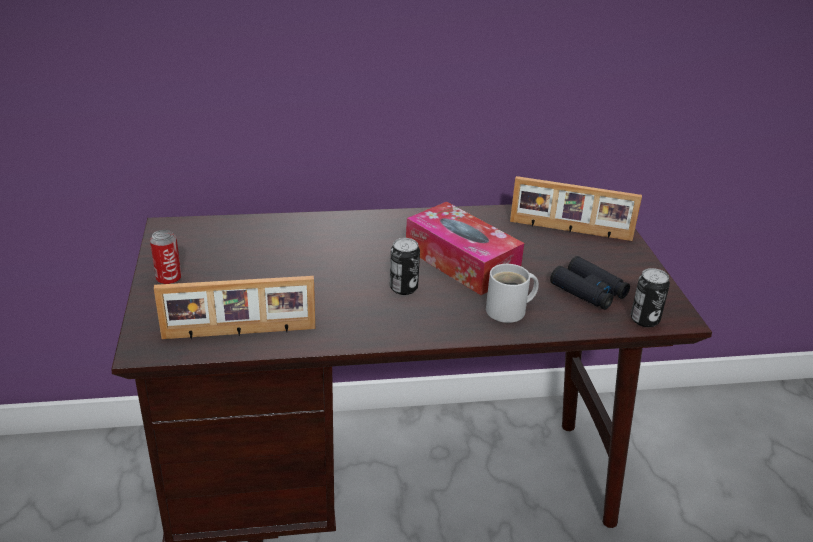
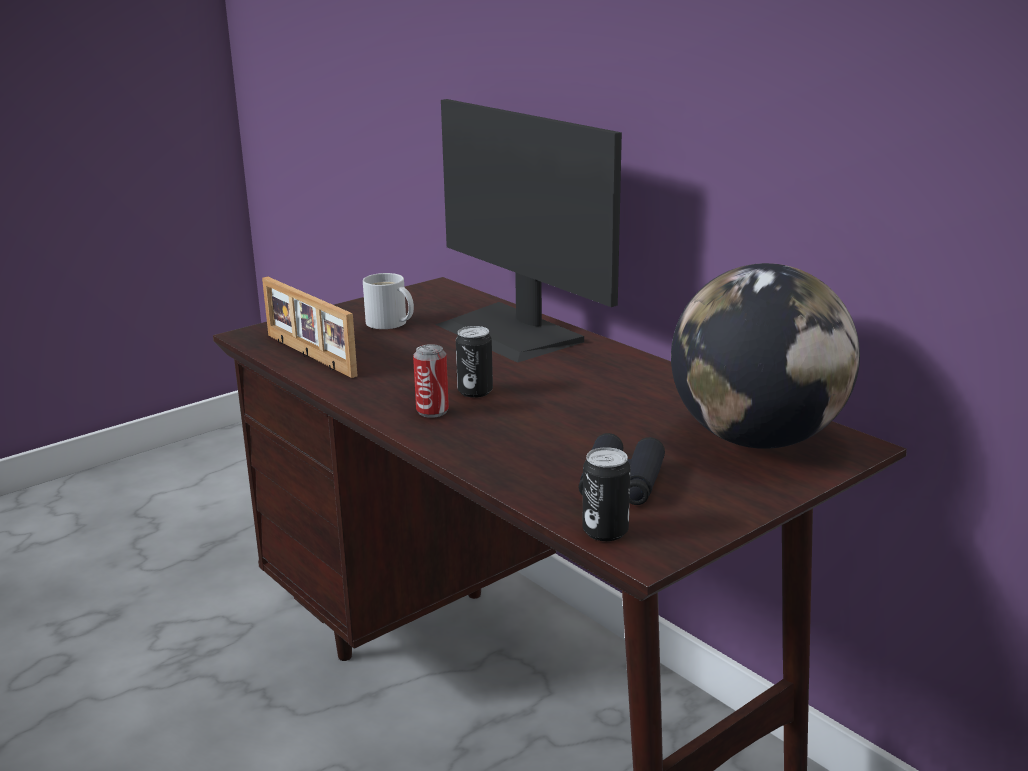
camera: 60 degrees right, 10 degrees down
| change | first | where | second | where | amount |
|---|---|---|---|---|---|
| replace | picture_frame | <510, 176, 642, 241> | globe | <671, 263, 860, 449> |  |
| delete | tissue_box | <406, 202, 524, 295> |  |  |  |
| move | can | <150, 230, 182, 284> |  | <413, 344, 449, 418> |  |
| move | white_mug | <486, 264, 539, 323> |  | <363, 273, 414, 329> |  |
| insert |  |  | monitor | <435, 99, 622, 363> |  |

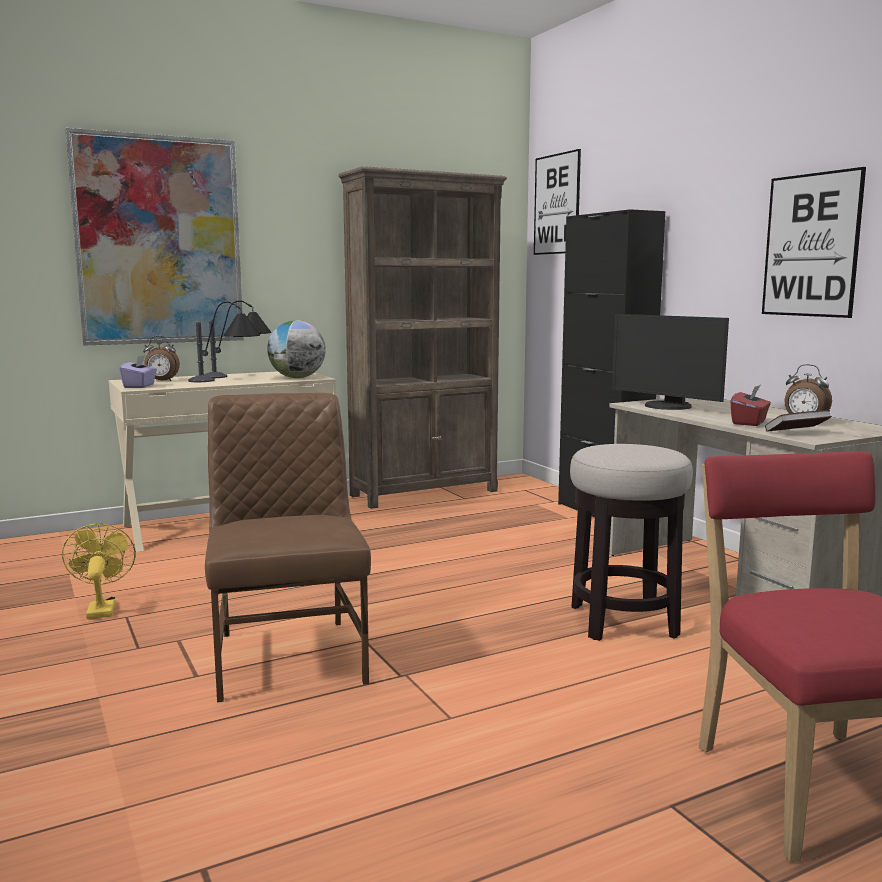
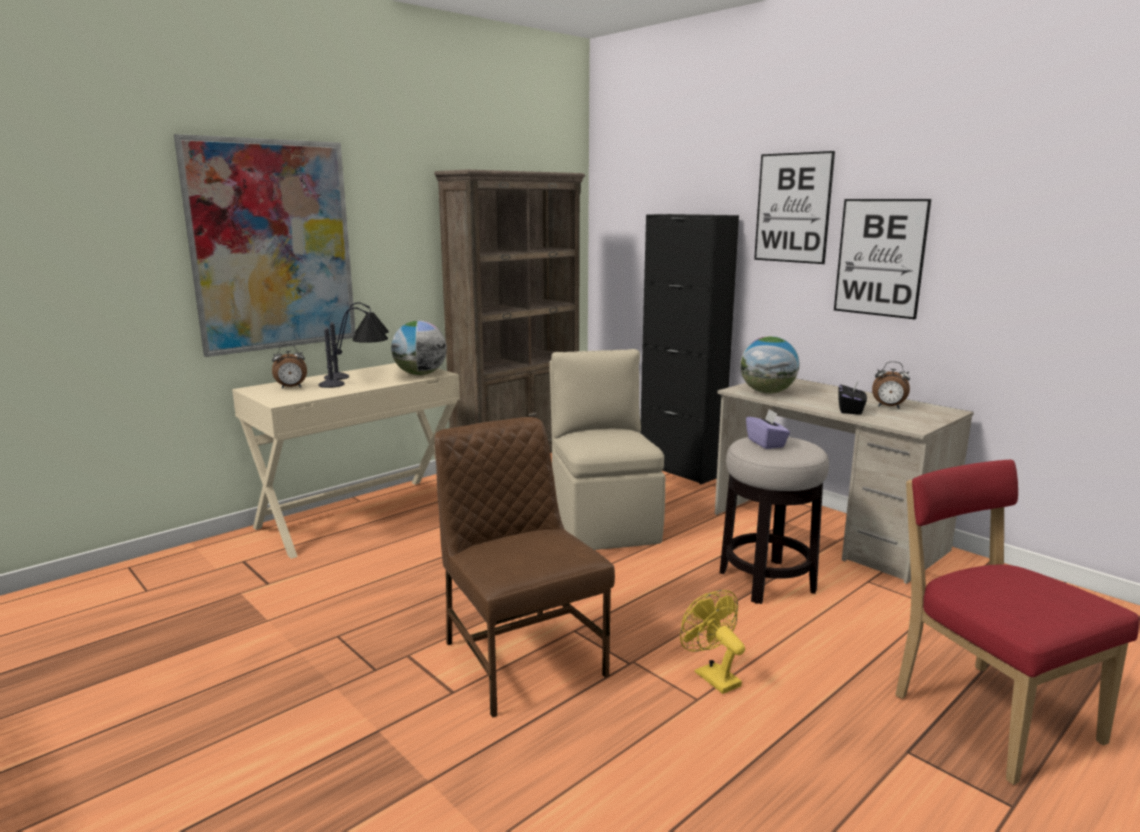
camera: 15 degrees left, 5 degrees up
| change | first | where | second | where | amount |
|---|---|---|---|---|---|
| move | picture | <534, 149, 581, 255> |  | <754, 151, 835, 264> |  |
| replace | monitor | <612, 314, 729, 410> | globe | <740, 336, 799, 394> |  |
| move | purple_tissue_box | <119, 355, 157, 388> |  | <746, 409, 790, 449> |  |
| recolor | red_tissue_box | <730, 385, 771, 426> | black_tissue_box | <838, 381, 867, 415> |  |
| delete | book | <765, 410, 832, 432> |  |  |  |
| move | yellow_fan | <62, 524, 136, 619> |  | <680, 590, 745, 694> |  |
| insert |  |  | beige_chair | <549, 349, 665, 550> |  |

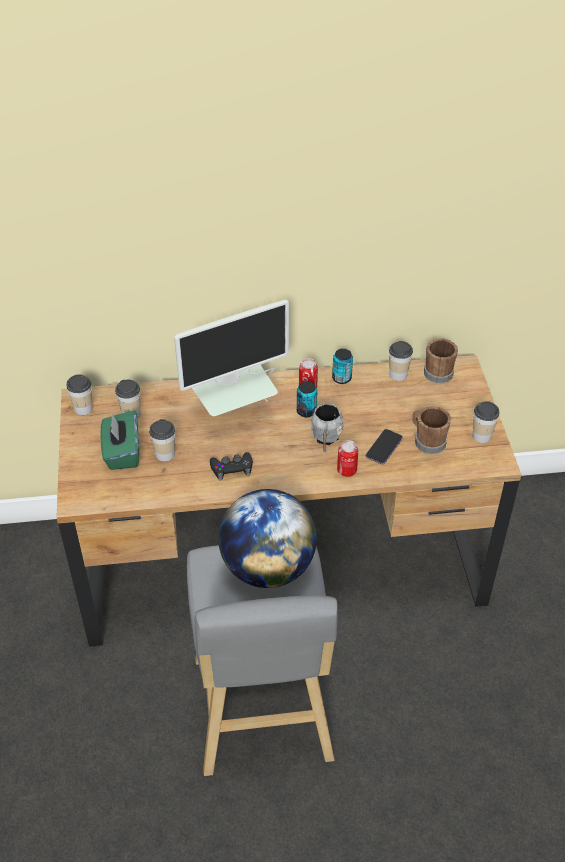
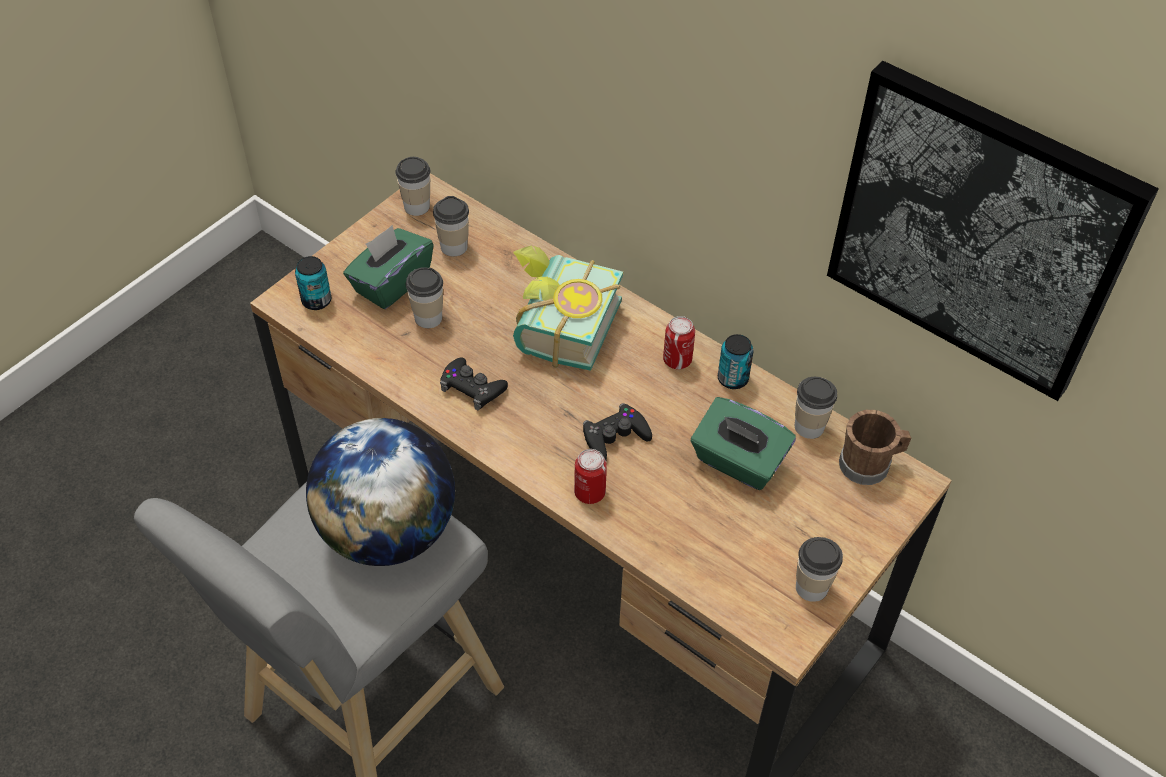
camera: 45 degrees right, 5 degrees up
| change | first | where | second | where | amount |
|---|---|---|---|---|---|
| replace | monitor | <174, 300, 289, 416> | book | <513, 245, 623, 371> |  |
| move | can | <297, 381, 317, 417> |  | <295, 256, 332, 310> |  |
| replace | grey_mug | <312, 404, 343, 452> | black_game_controller | <583, 403, 652, 460> |  |
| delete | brown_mug | <412, 406, 451, 454> |  |  |  |
| delete | phone | <366, 429, 403, 464> |  |  |  |
| insert |  |  | picture | <827, 61, 1159, 401> |  |
| insert |  |  | green_tissue_box | <691, 397, 796, 490> |  |

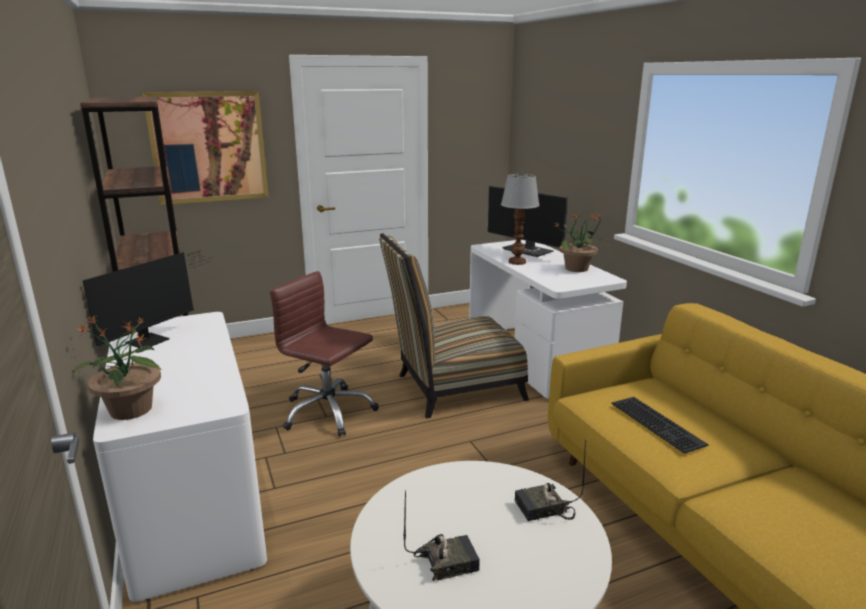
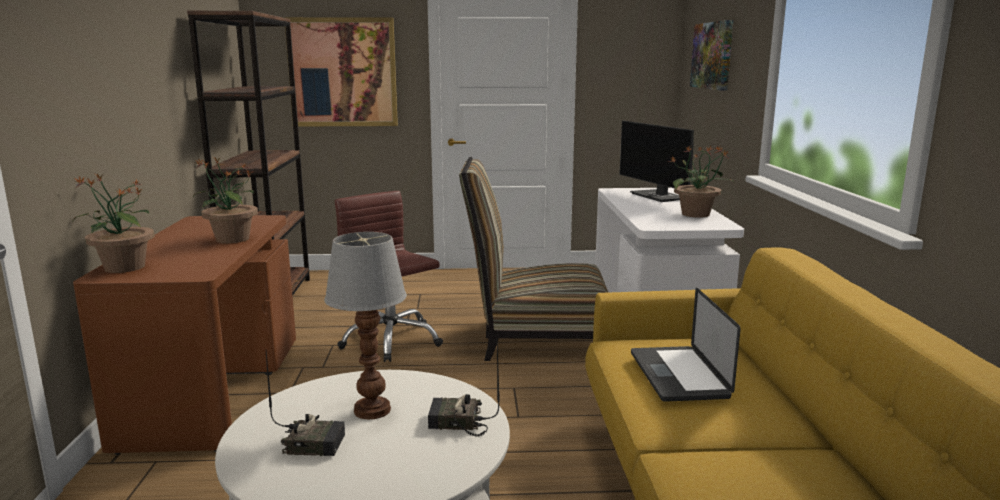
camera: 20 degrees right, 5 degrees down
| change | first | where | second | where | amount |
|---|---|---|---|---|---|
| move | table_lamp | <501, 174, 540, 265> |  | <324, 232, 407, 420> |  |
| delete | monitor | <83, 252, 213, 348> |  |  |  |
| recolor | white_desk | <93, 312, 267, 602> | brown_desk | <73, 215, 296, 455> |  |
| replace | keyboard | <611, 397, 709, 453> | laptop | <631, 288, 740, 402> |  |
| insert |  |  | picture | <690, 20, 733, 91> |  |
| insert |  |  | potted_plant | <193, 158, 258, 243> |  |

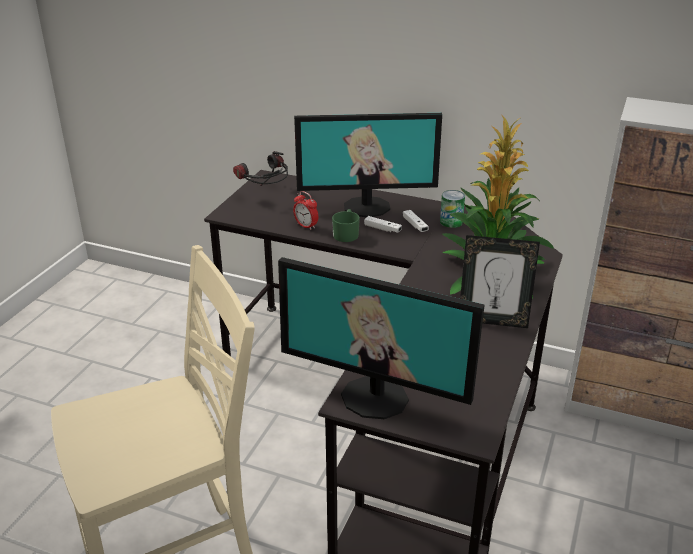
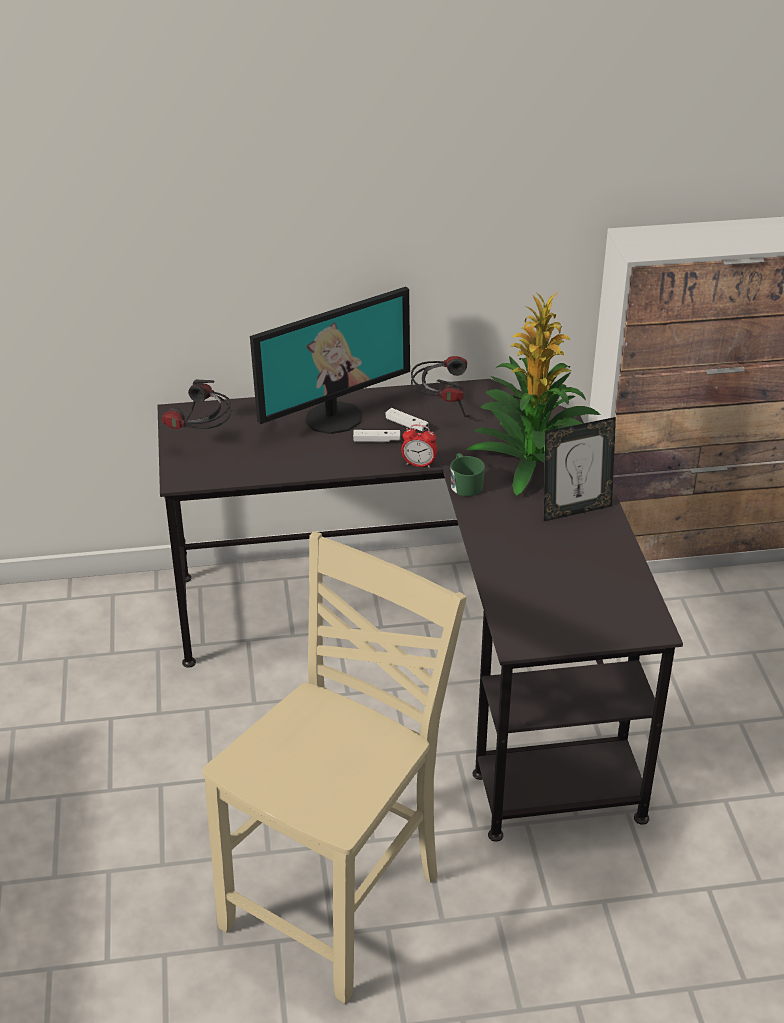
camera: 30 degrees left, 5 degrees up
| change | first | where | second | where | amount |
|---|---|---|---|---|---|
| replace | can | <440, 190, 465, 228> | headphones | <411, 356, 470, 418> |  |
| move | alarm_clock | <293, 191, 318, 230> |  | <401, 424, 437, 468> |  |
| move | green_mug | <332, 209, 360, 242> |  | <451, 453, 485, 496> |  |
| delete | monitor | <278, 257, 485, 419> |  |  |  |

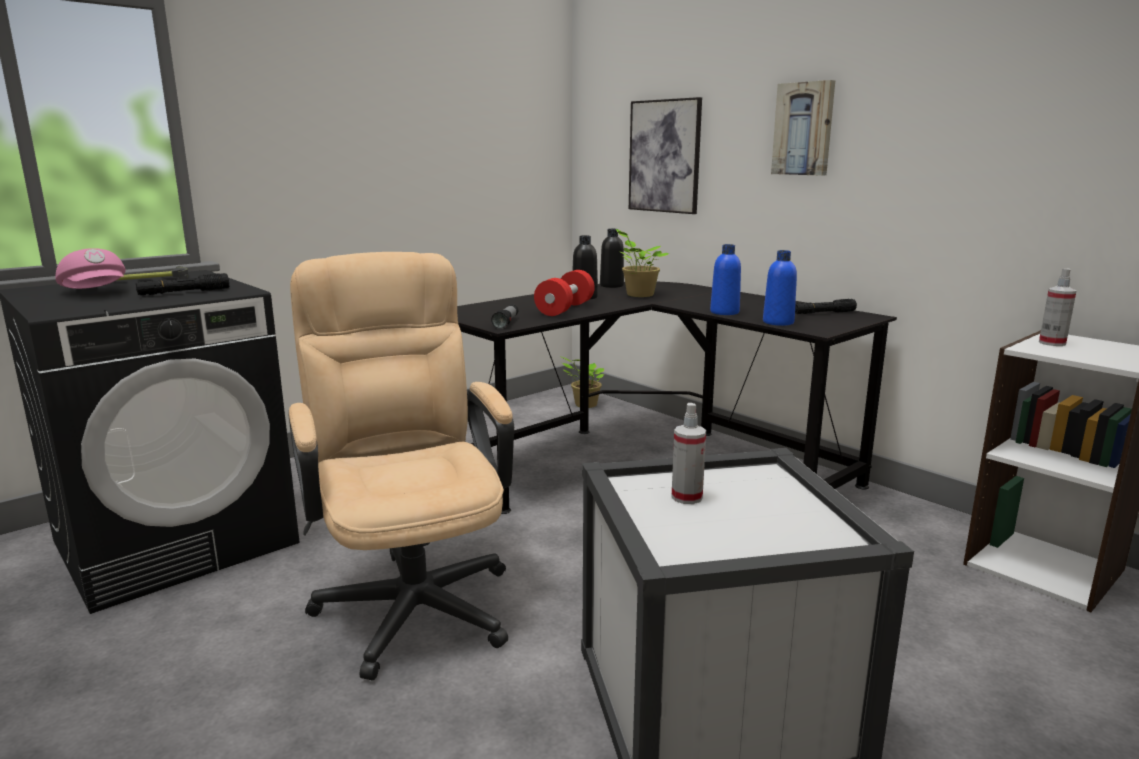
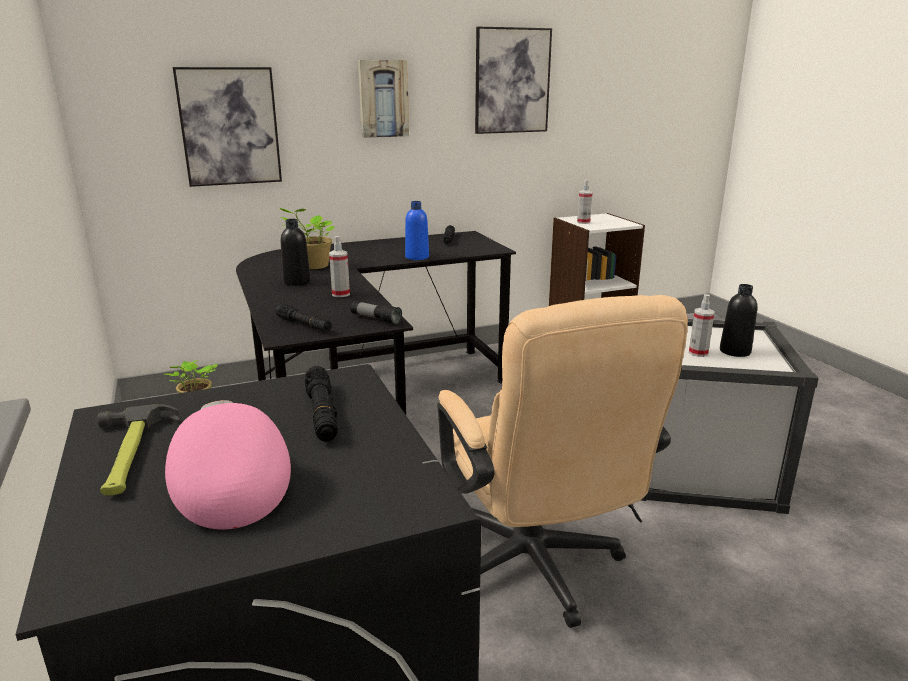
camera: 70 degrees left, 5 degrees up
| change | first | where | second | where | amount |
|---|---|---|---|---|---|
| move | black_bottle | <600, 229, 624, 288> |  | <720, 284, 757, 357> |  |
| rotate | pink_cap | <56, 248, 126, 289> |  | <165, 400, 291, 529> | 90 degrees counterclockwise |
| delete | blue_bottle | <763, 250, 797, 326> |  |  |  |
| rotate | beige_office_chair | <288, 252, 514, 680> |  | <437, 295, 688, 628> | 105 degrees counterclockwise |
| replace | red_dumbbell | <534, 270, 595, 316> | spray_bottle | <329, 236, 350, 297> |  |
| insert |  |  | picture | <475, 27, 552, 134> |  |
| insert |  |  | black_flashlight | <275, 304, 332, 332> |  |

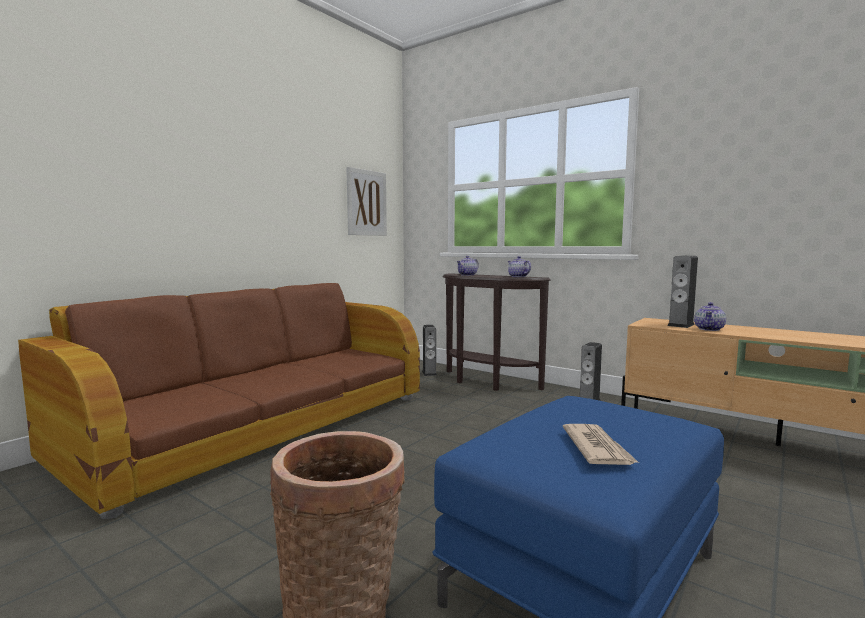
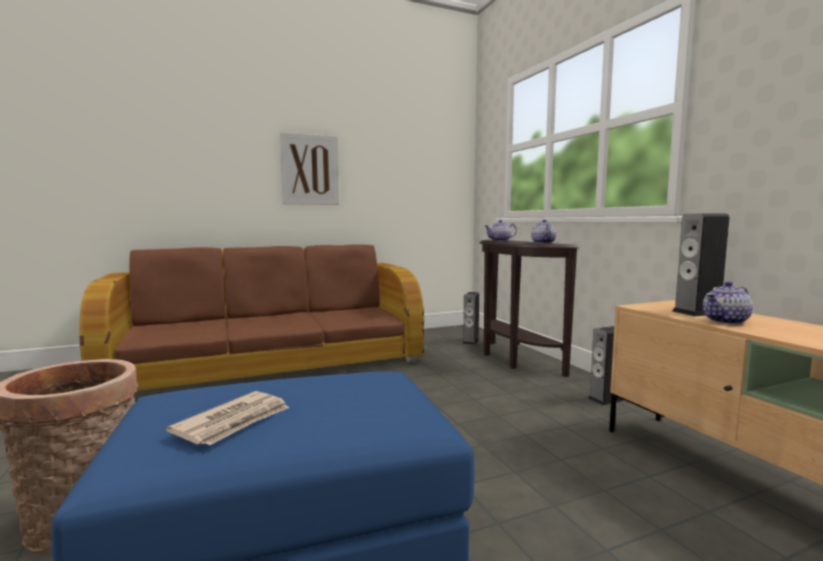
camera: 30 degrees right, 0 degrees up
| change | first | where | second | where | amount |
|---|---|---|---|---|---|
| move | picture | <346, 167, 387, 236> |  | <280, 132, 339, 205> |  |

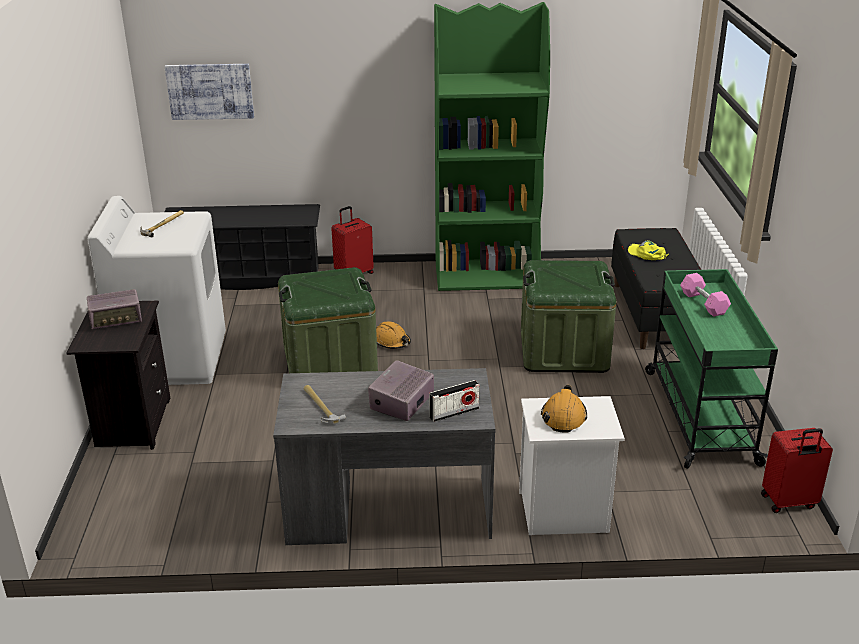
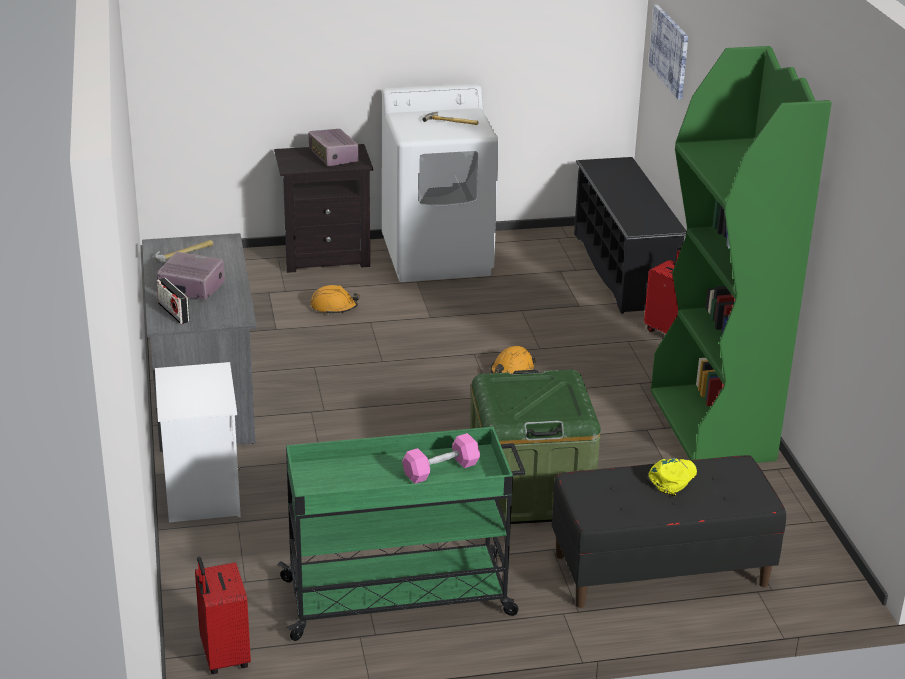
camera: 80 degrees right, 0 degrees up
| change | first | where | second | where | amount |
|---|---|---|---|---|---|
| delete | green_storage_box | <278, 267, 378, 373> |  |  |  |
| move | orange_hard_hat | <541, 385, 587, 433> |  | <310, 285, 360, 315> |  |

